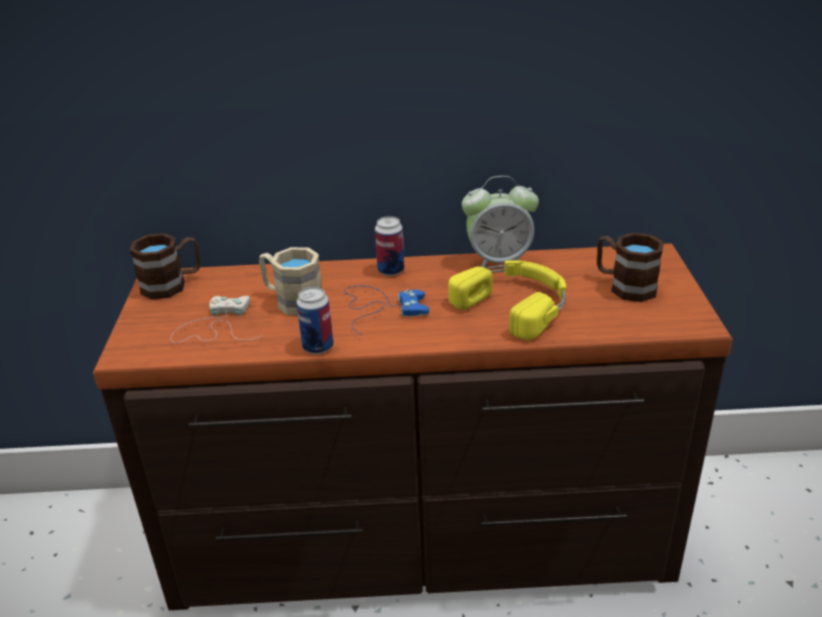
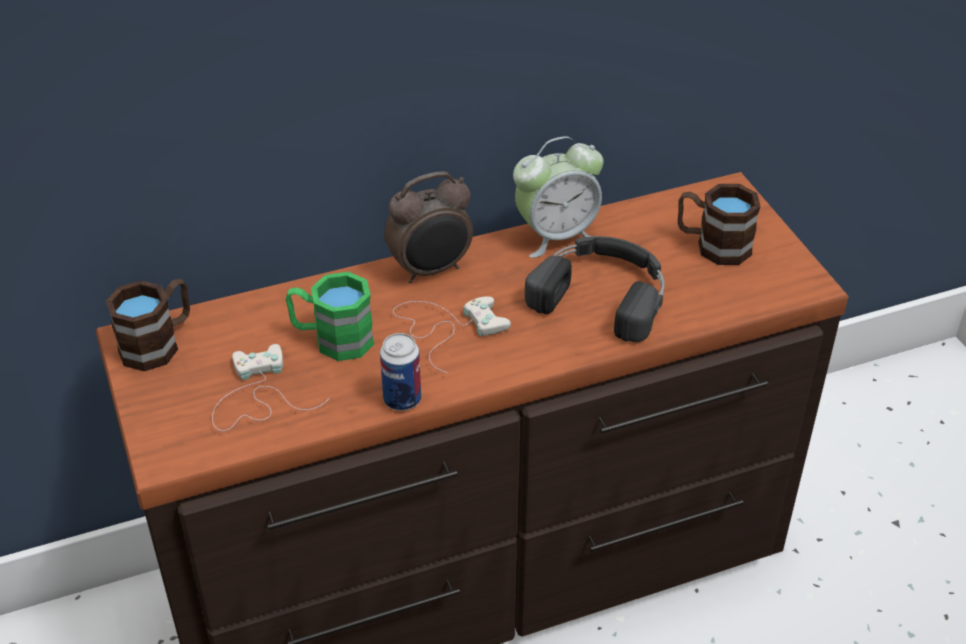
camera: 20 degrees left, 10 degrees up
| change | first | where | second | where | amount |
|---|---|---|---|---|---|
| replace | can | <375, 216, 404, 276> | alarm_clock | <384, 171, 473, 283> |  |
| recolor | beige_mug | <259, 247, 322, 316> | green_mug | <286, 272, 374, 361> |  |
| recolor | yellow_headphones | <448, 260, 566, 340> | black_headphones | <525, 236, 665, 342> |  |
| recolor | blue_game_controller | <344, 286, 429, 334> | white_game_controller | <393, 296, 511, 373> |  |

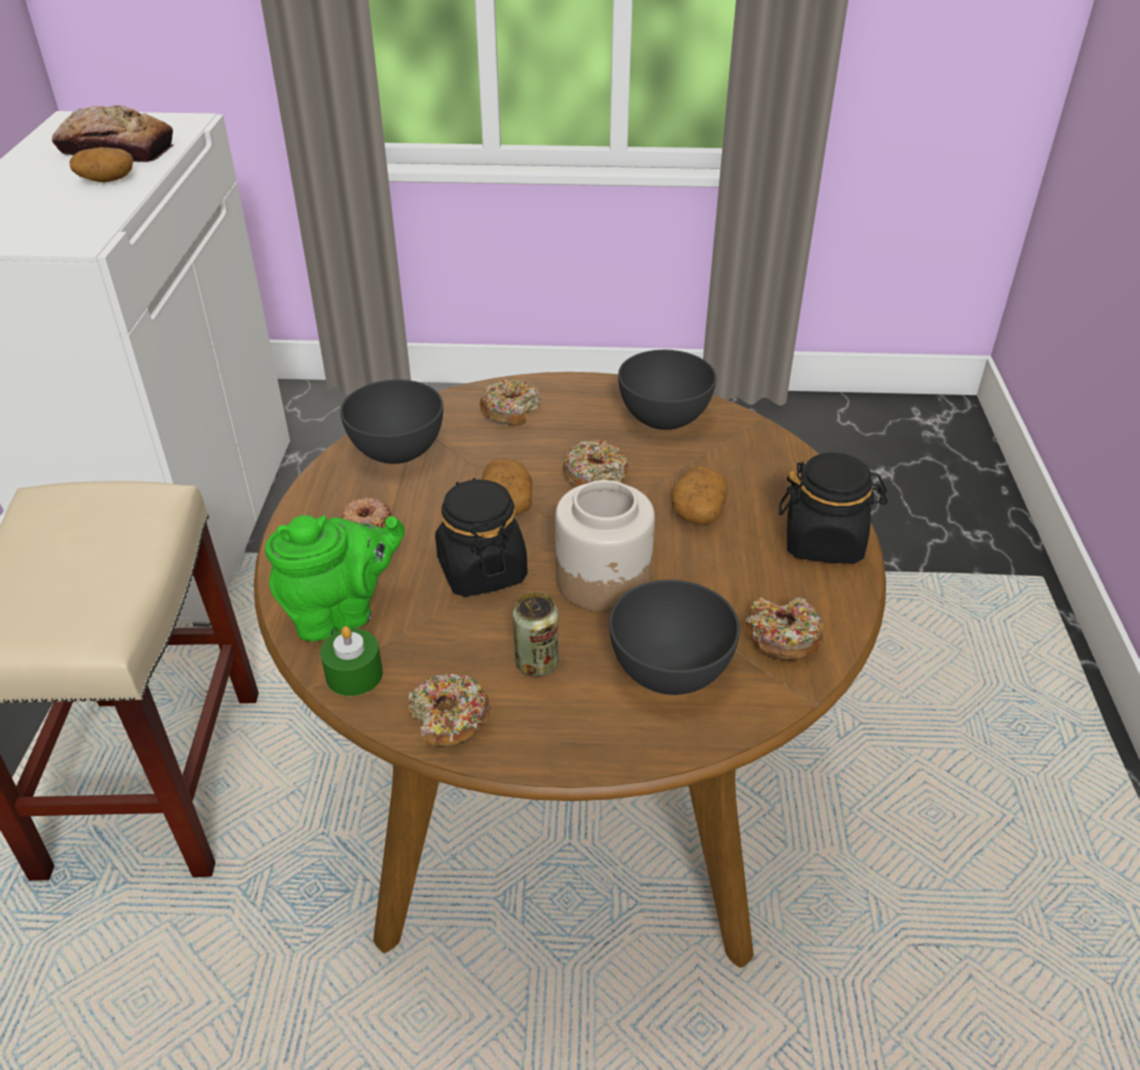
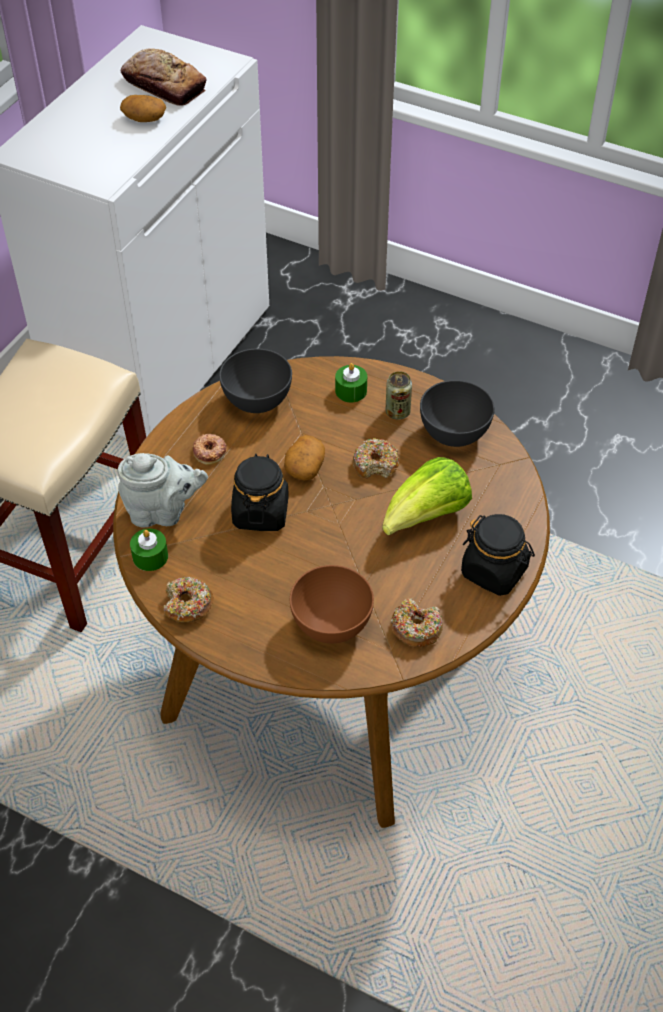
camera: 25 degrees right, 10 degrees up
| change | first | where | second | where | amount |
|---|---|---|---|---|---|
| replace | donut | <480, 378, 541, 427> | green_candle | <335, 363, 367, 403> |  |
| replace | potato | <671, 466, 728, 524> | lettuce | <382, 457, 472, 535> |  |
| delete | jar | <555, 480, 655, 612> |  |  |  |
| recolor | green_teapot | <265, 515, 405, 641> | grey_teapot | <118, 453, 208, 528> |  |
| recolor | grey_bowl | <609, 580, 740, 695> | brown_bowl | <290, 565, 374, 643> |  |
| move | can | <513, 592, 559, 676> |  | <385, 371, 412, 420> |  |

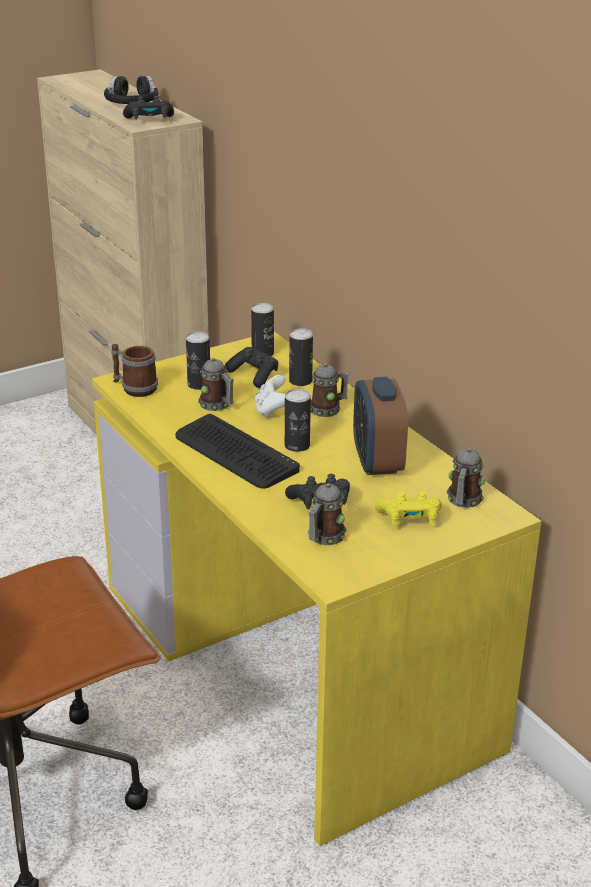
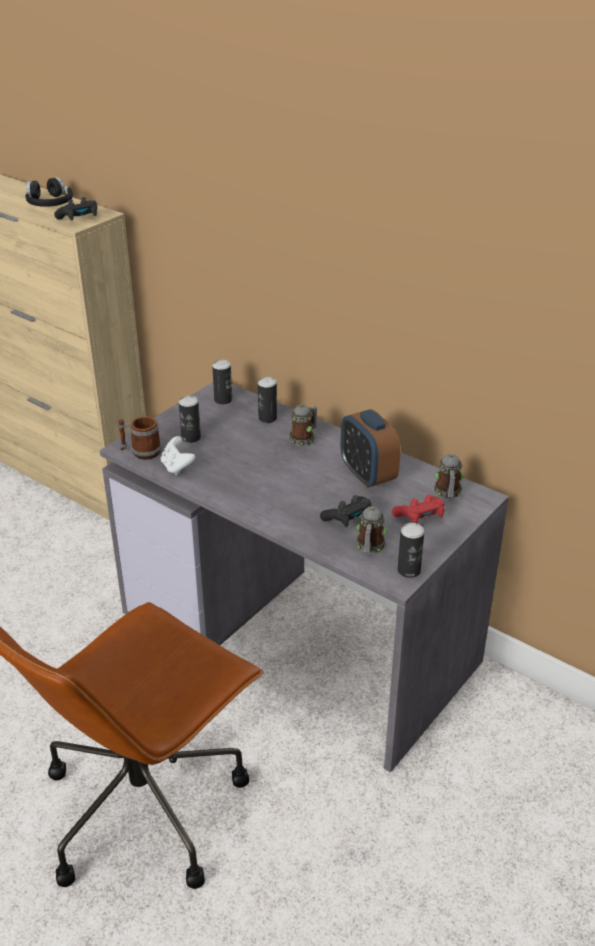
camera: 20 degrees left, 5 degrees up
| change | first | where | second | where | amount |
|---|---|---|---|---|---|
| recolor | yellow_desk | <92, 332, 541, 846> | grey_desk | <100, 382, 509, 773> |  |
| delete | black_game_controller | <225, 347, 278, 388> |  |  |  |
| delete | mug | <198, 358, 234, 411> |  |  |  |
| move | white_game_controller | <255, 375, 286, 418> |  | <161, 436, 195, 475> |  |
| move | can | <285, 389, 311, 452> |  | <398, 523, 424, 578> |  |
| delete | keyboard | <176, 414, 300, 489> |  |  |  |
| recolor | yellow_game_controller | <375, 491, 442, 526> | red_game_controller | <392, 495, 444, 524> |  |

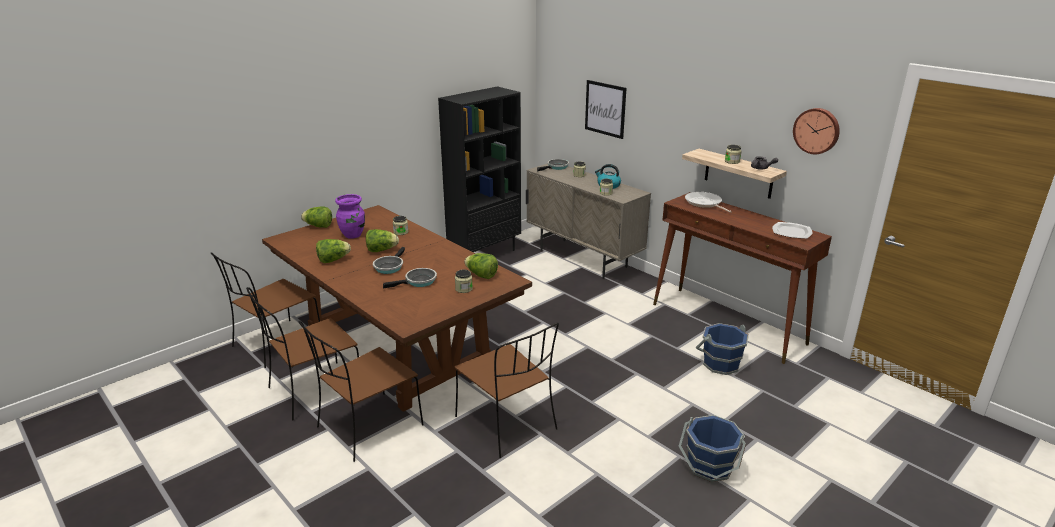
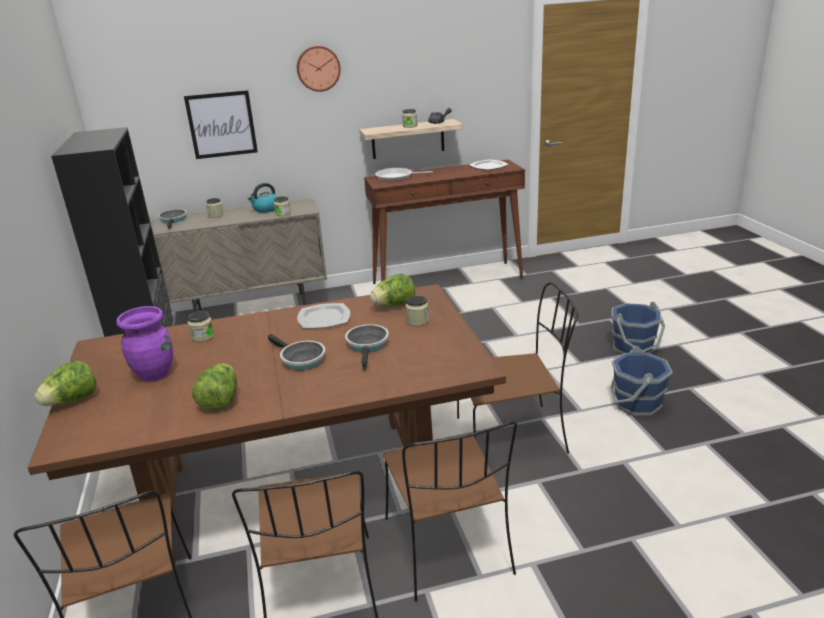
camera: 60 degrees left, 0 degrees up
| change | first | where | second | where | amount |
|---|---|---|---|---|---|
| move | wall_clock | <793, 108, 840, 154> |  | <297, 45, 341, 92> |  |
| delete | lettuce | <366, 229, 399, 252> |  |  |  |
| move | blue_bucket | <696, 323, 749, 375> |  | <610, 346, 673, 416> |  |
| insert |  |  | plate | <297, 303, 350, 328> |  |

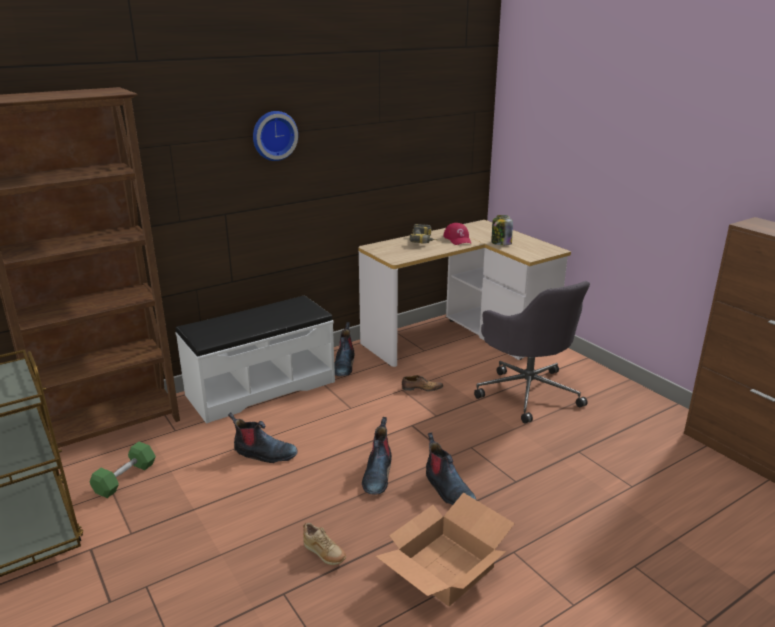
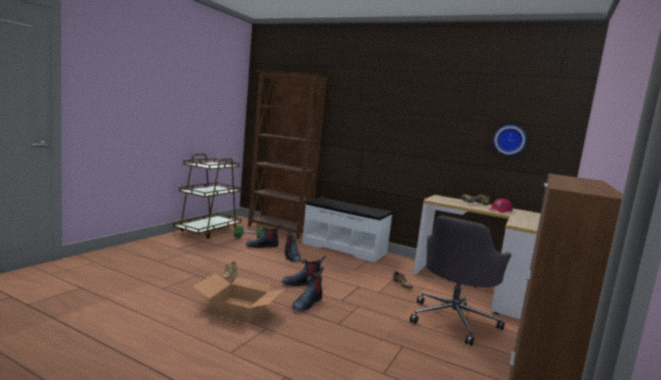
camera: 60 degrees right, 15 degrees down
| change | first | where | second | where | amount |
|---|---|---|---|---|---|
| move | wall_clock | <253, 111, 298, 161> |  | <493, 125, 527, 156> |  |
| delete | jar | <491, 215, 513, 245> |  |  |  |
| move | boot | <334, 322, 354, 376> |  | <246, 224, 281, 248> |  |

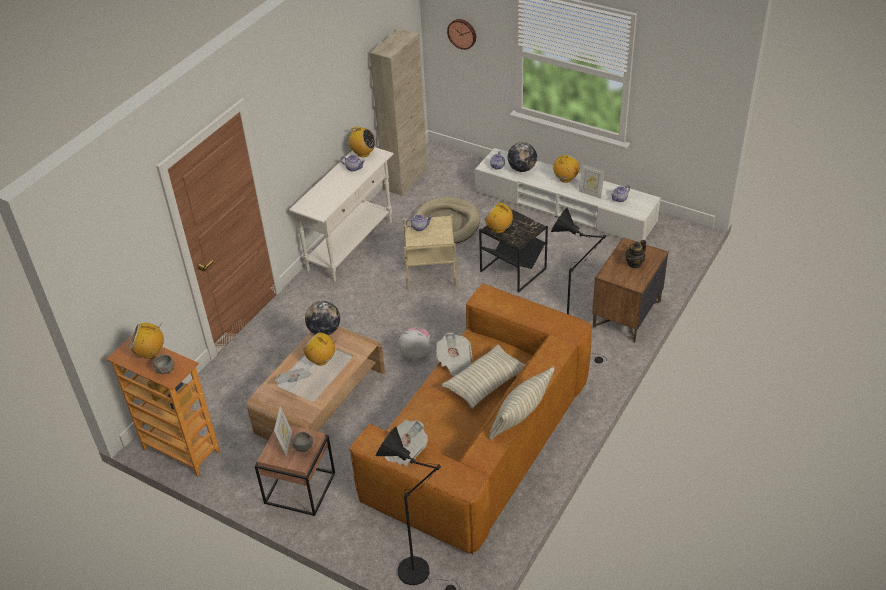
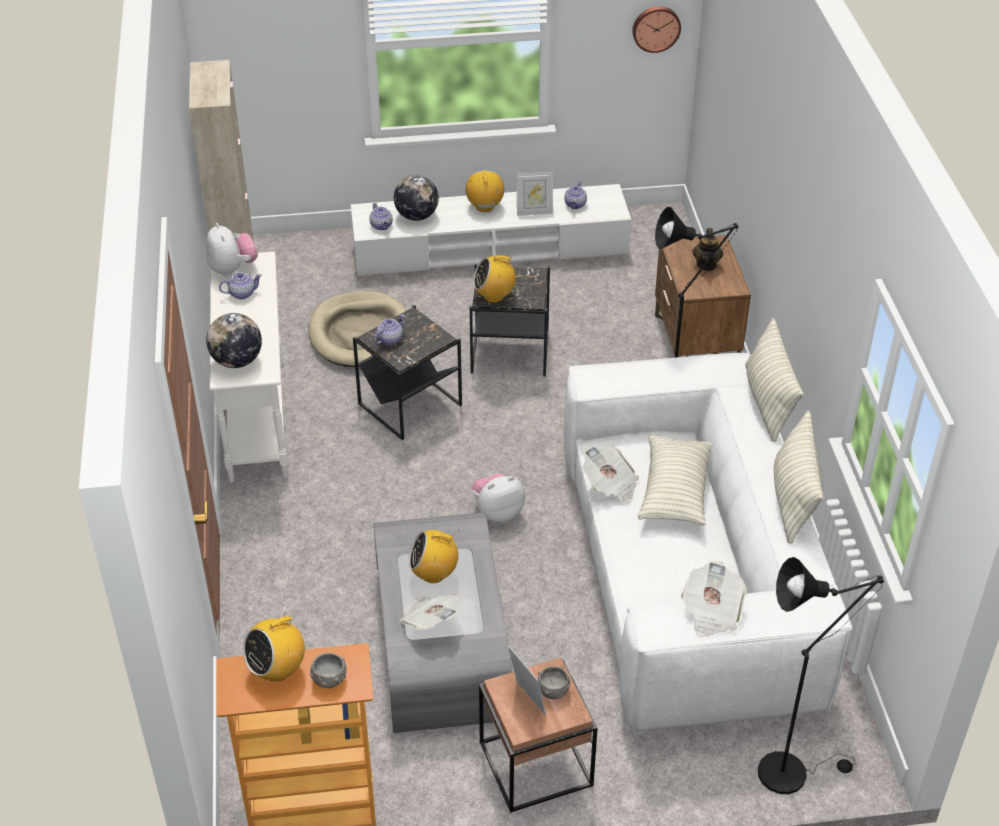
camera: 40 degrees left, 0 degrees up
| change | first | where | second | where | amount |
|---|---|---|---|---|---|
| move | wall_clock | <447, 19, 476, 50> |  | <632, 6, 681, 53> |  |
| replace | radio | <346, 127, 376, 157> | plush_toy | <206, 223, 258, 276> |  |
| recolor | beige_side_table | <403, 215, 458, 291> | black_side_table | <353, 305, 462, 440> |  |
| recolor | brown_sofa | <349, 283, 592, 554> | white_sofa | <564, 353, 852, 732> |  |
| move | globe | <305, 301, 340, 335> |  | <206, 313, 262, 368> |  |
| recolor | brown_coffee_table | <247, 326, 385, 440> | grey_coffee_table | <374, 512, 512, 733> |  |
| insert |  |  | pillow | <745, 318, 804, 442> |  |

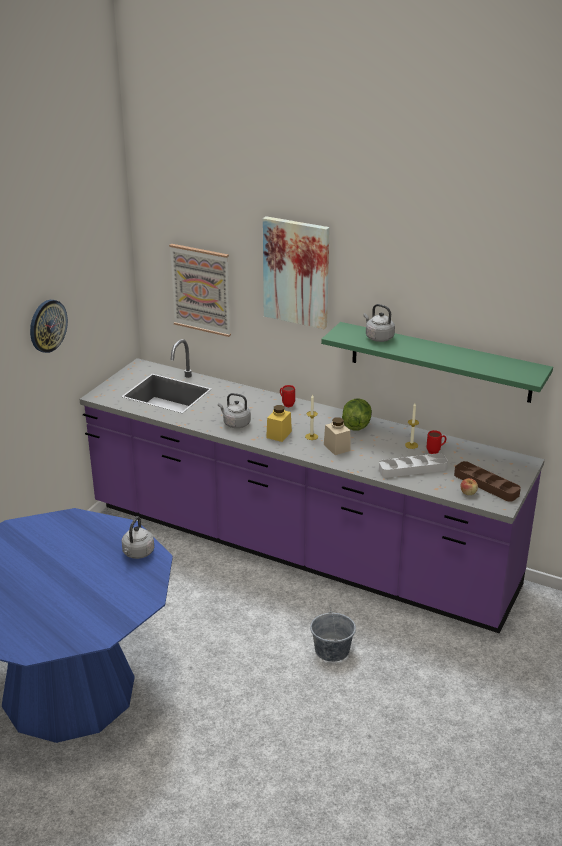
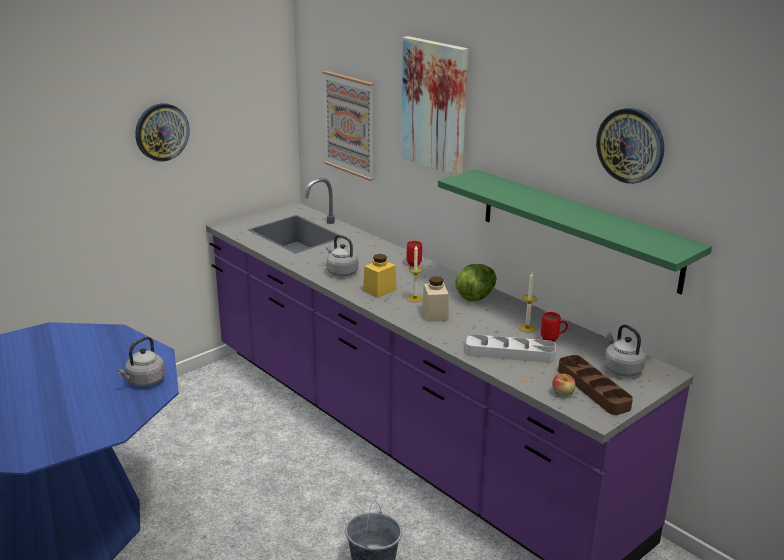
camera: 20 degrees right, 5 degrees down
| change | first | where | second | where | amount |
|---|---|---|---|---|---|
| move | grey_kettle | <363, 304, 395, 342> |  | <604, 324, 646, 377> |  |
| insert |  |  | wall_clock | <596, 108, 664, 184> |  |

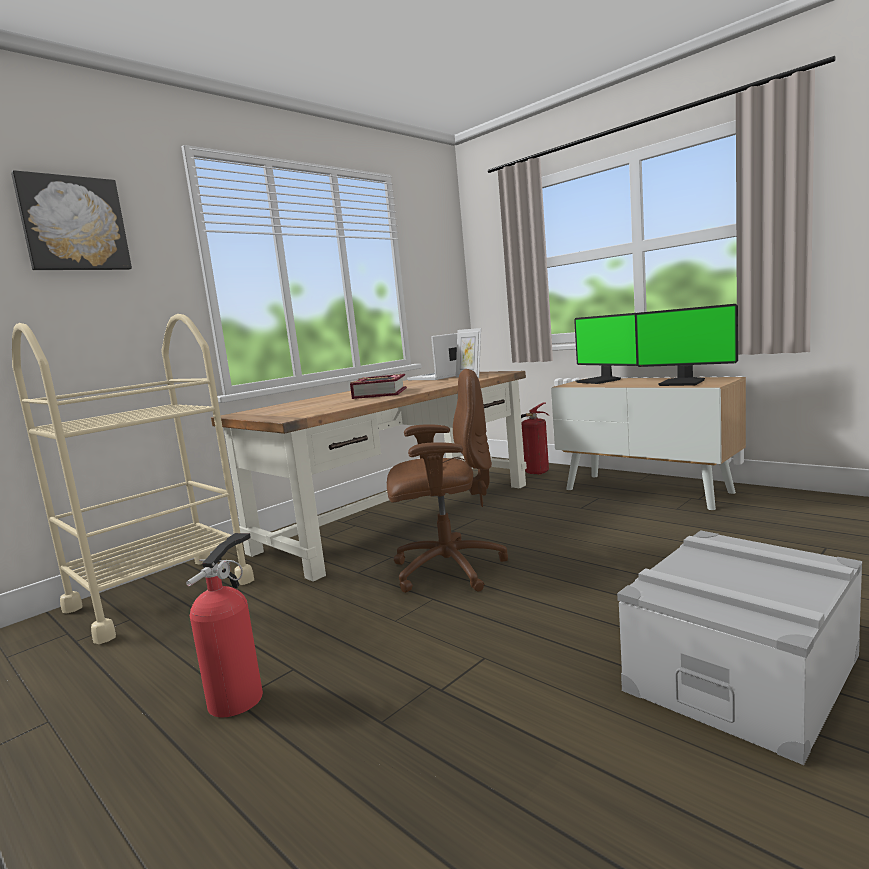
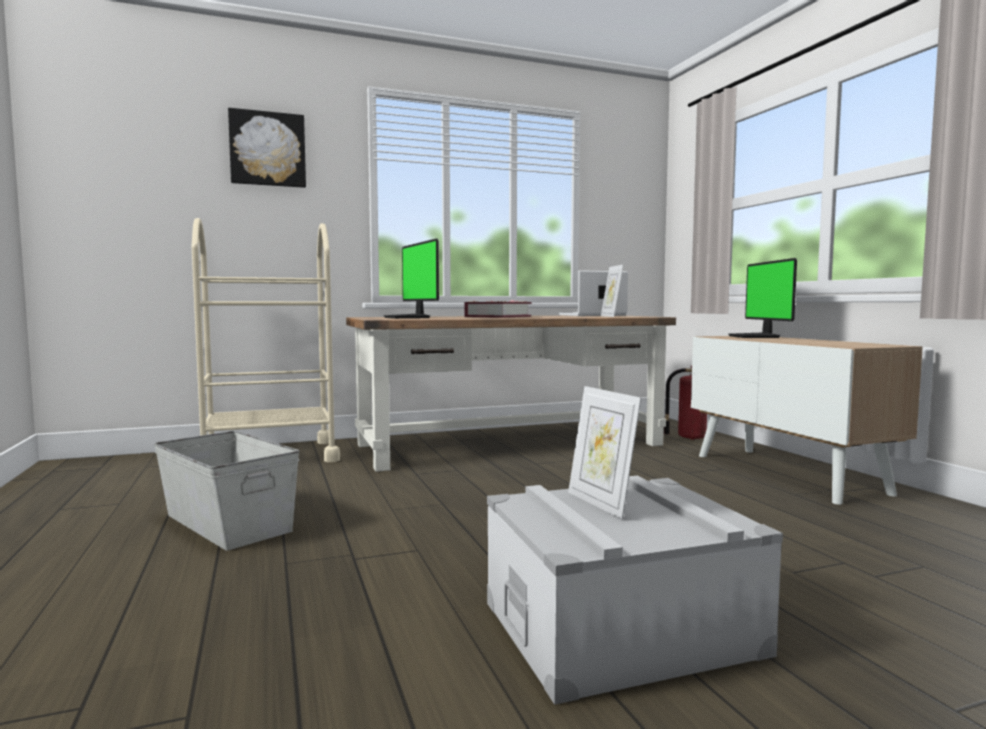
camera: 25 degrees right, 5 degrees down
| change | first | where | second | where | amount |
|---|---|---|---|---|---|
| move | monitor | <635, 304, 738, 386> |  | <384, 239, 439, 319> |  |
| delete | brown_office_chair | <387, 369, 508, 593> |  |  |  |
| replace | fire_extinguisher | <186, 533, 263, 717> | grey_storage_box | <154, 431, 300, 550> |  |
| insert |  |  | picture_frame | <568, 386, 641, 519> |  |

